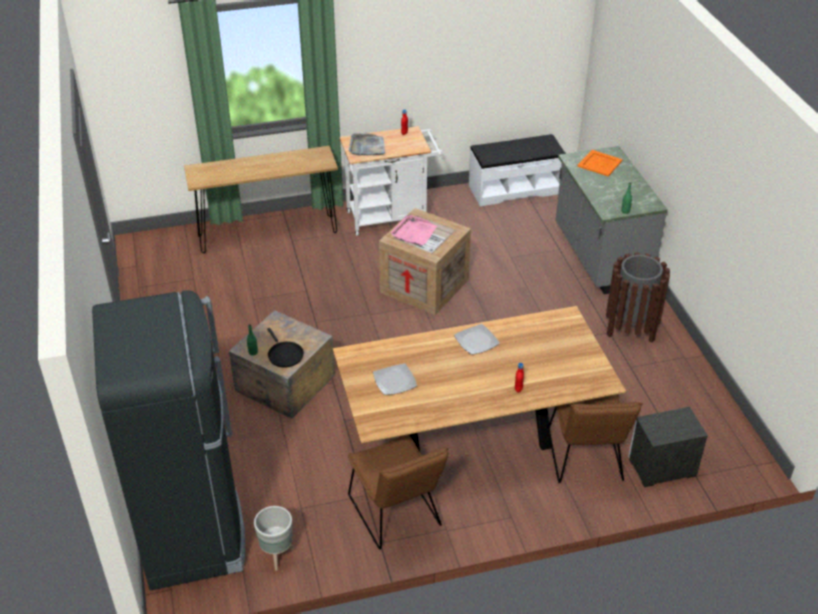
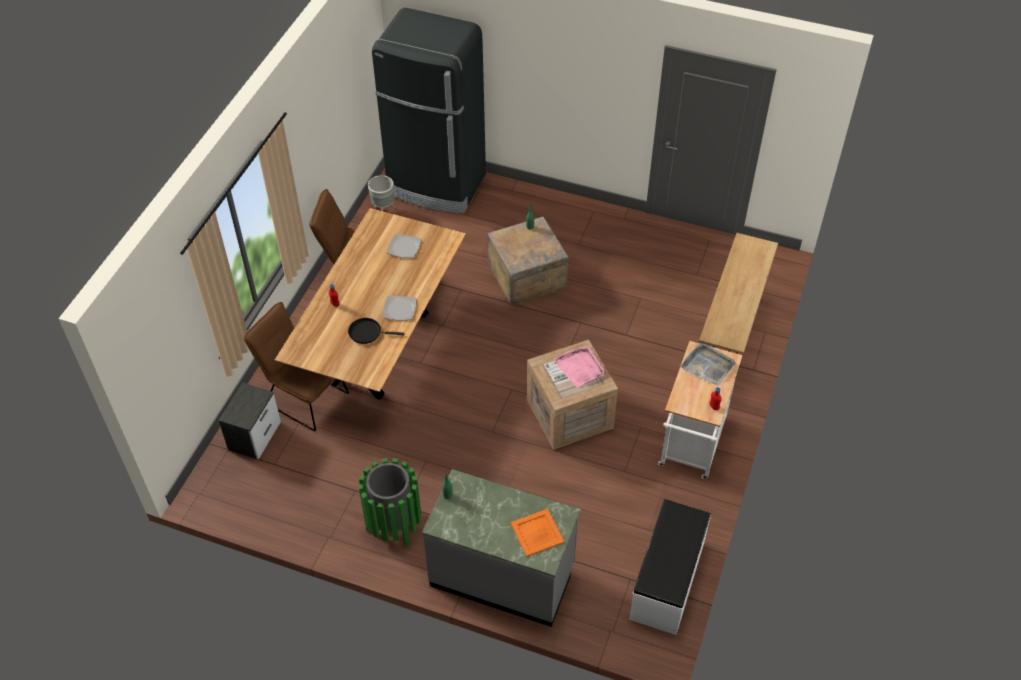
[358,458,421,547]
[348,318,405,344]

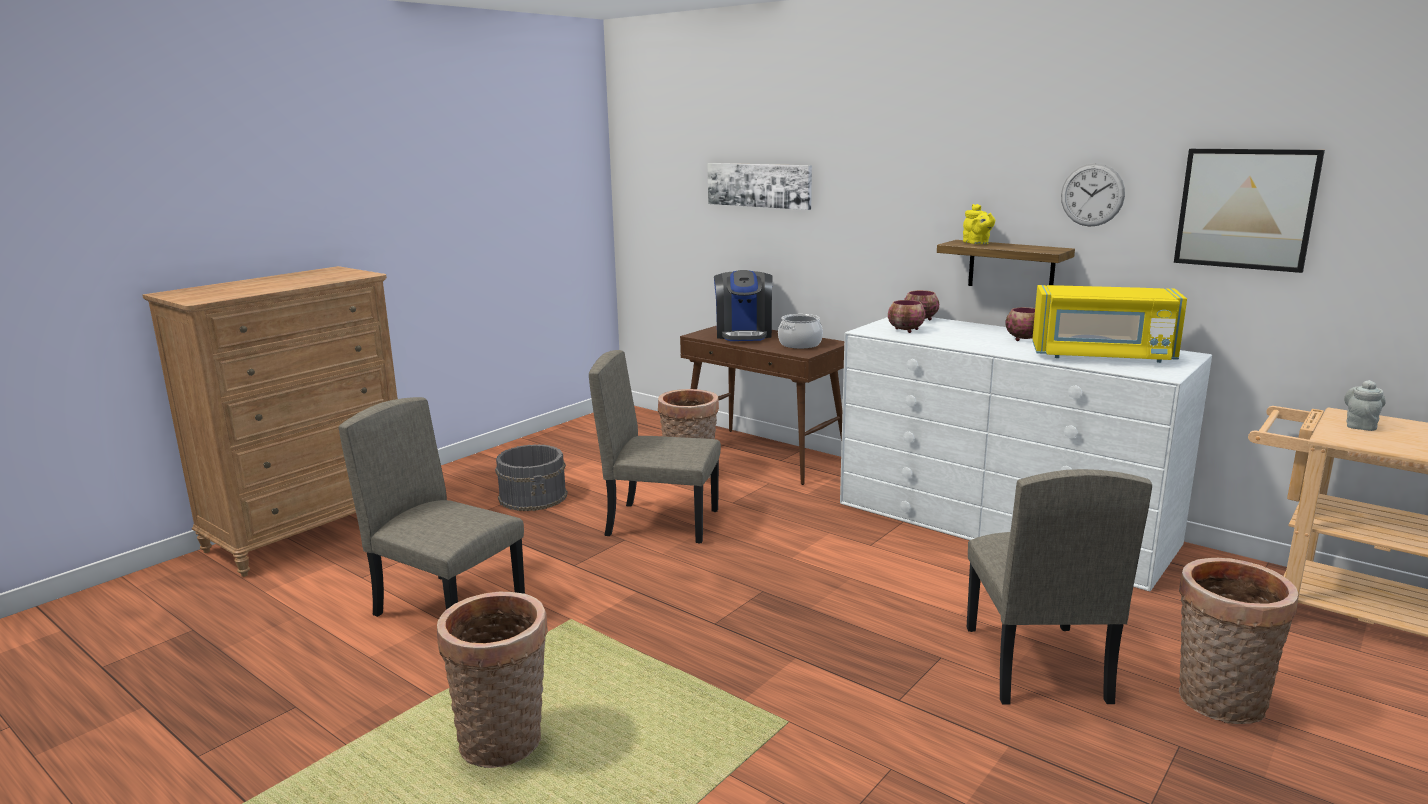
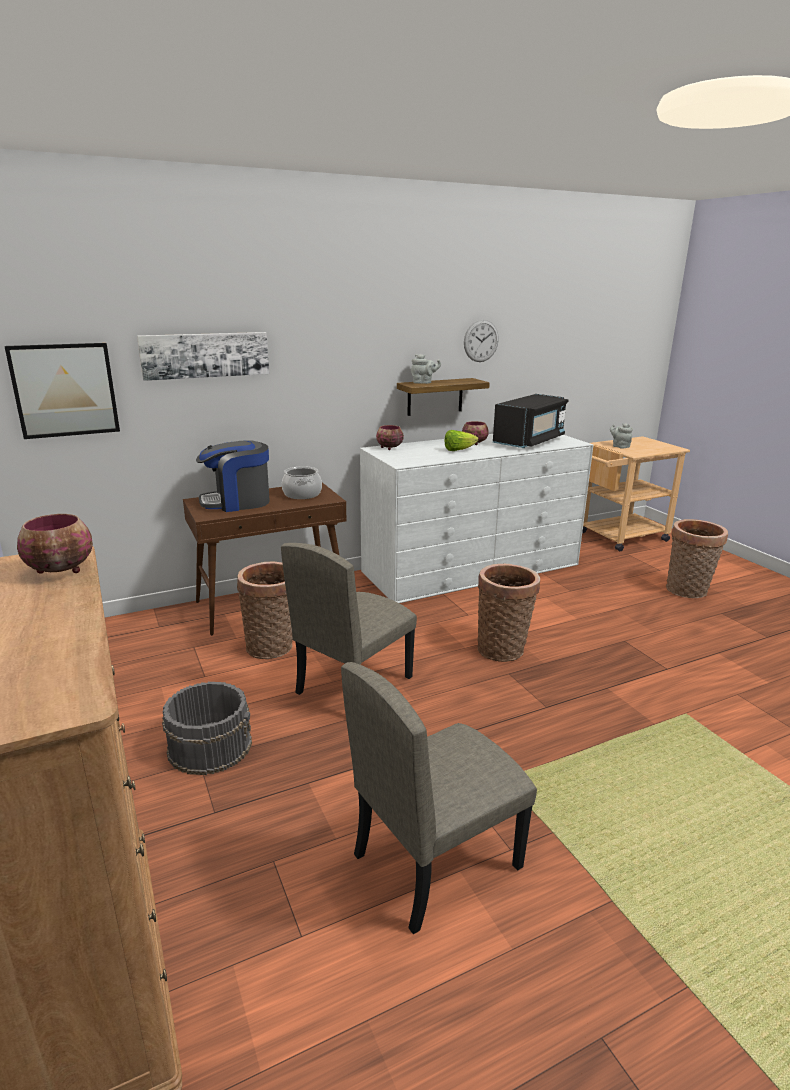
[4,343,120,439]
[411,354,441,384]
[196,440,270,512]
[493,394,569,448]
[17,514,93,574]
[967,469,1152,705] (first image)
[477,564,540,662]
[445,430,479,451]

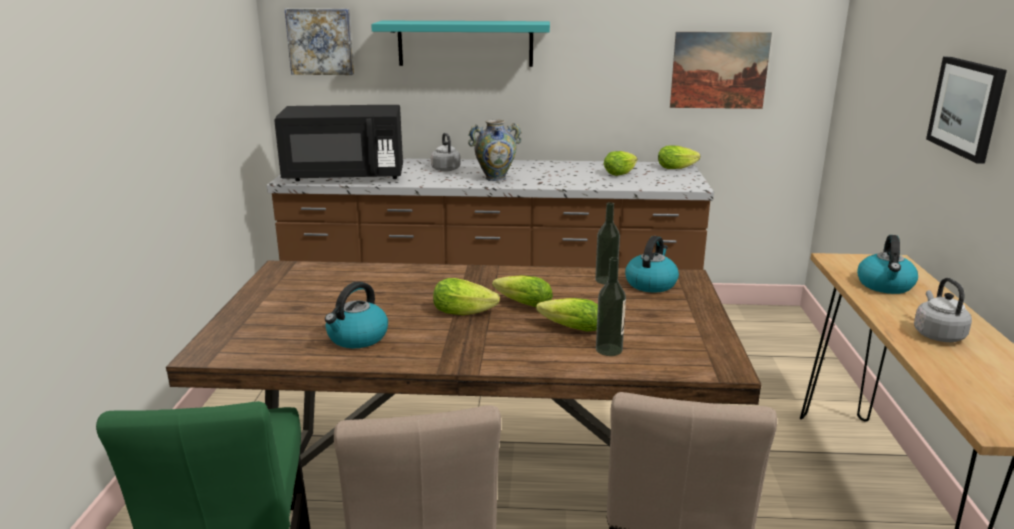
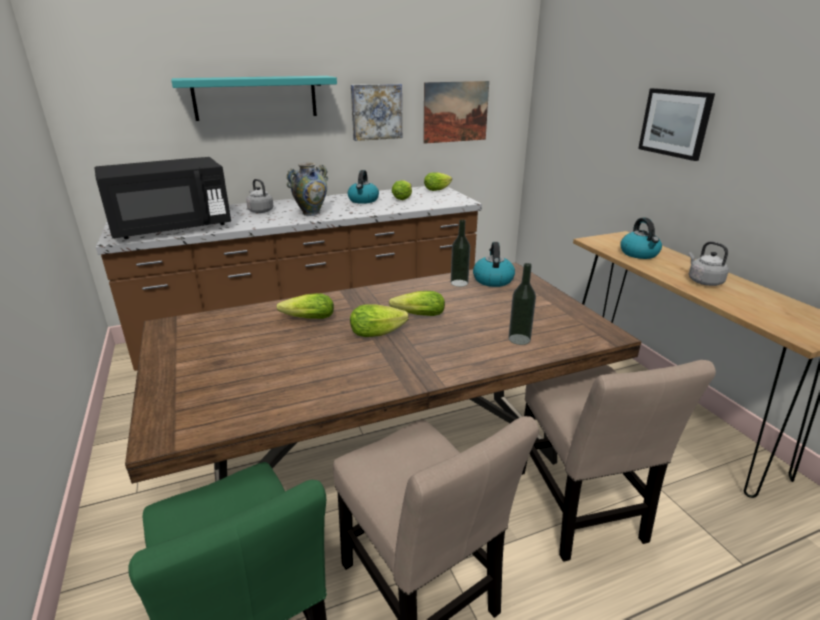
[351,84,402,141]
[348,170,379,204]
[277,293,334,319]

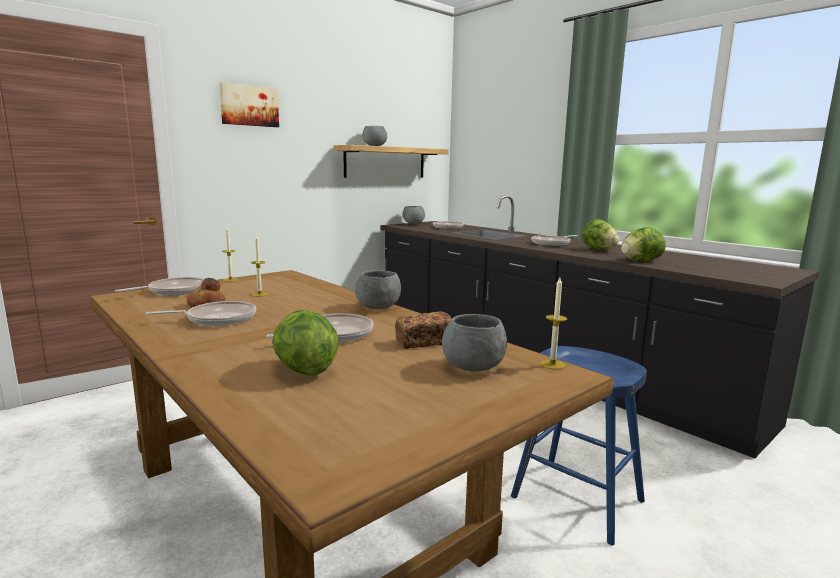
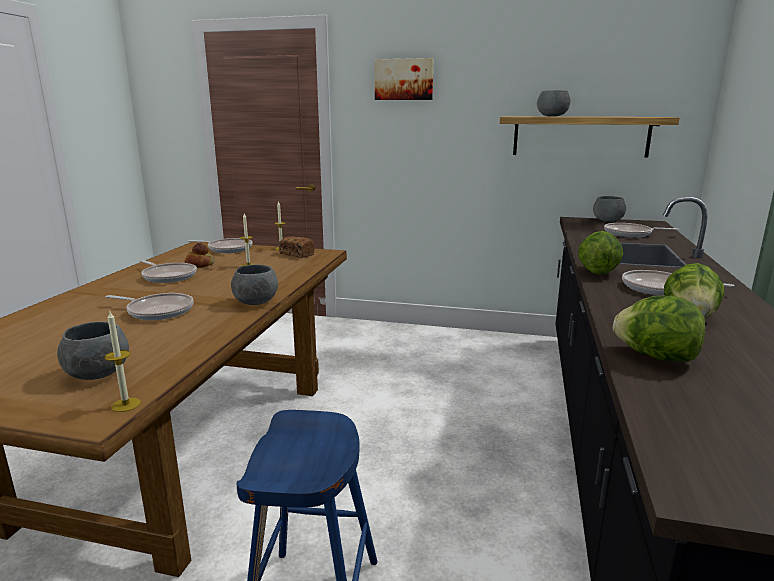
[578,231,623,275]
[279,236,314,258]

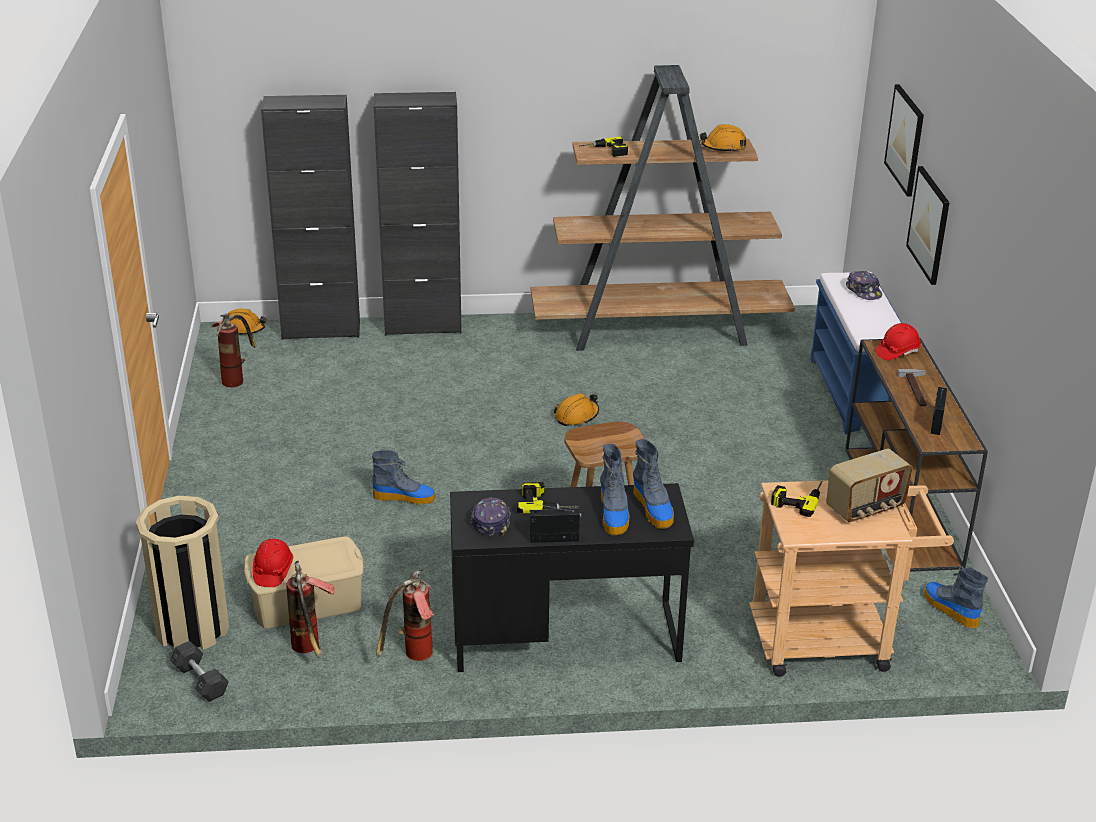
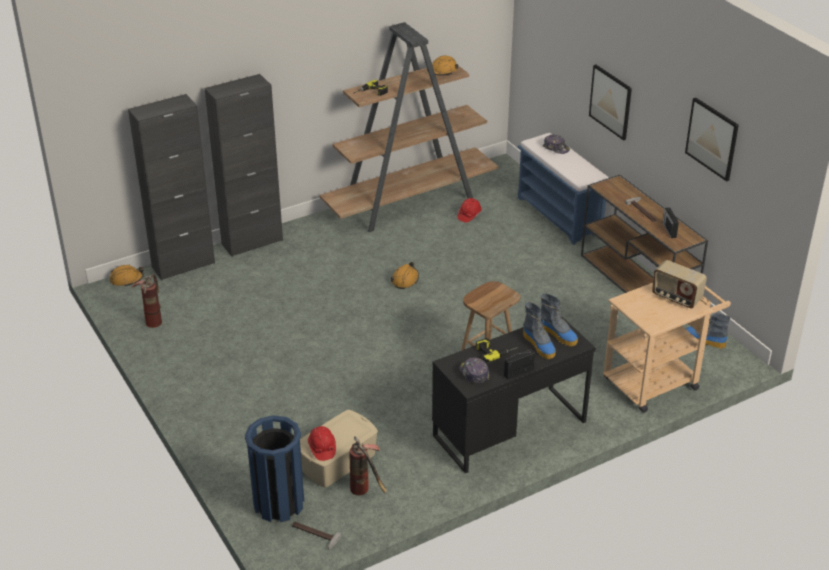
[685,97,739,182]
[457,198,482,223]
[652,260,707,308]
[372,450,435,505] (first image)
[771,481,823,517] (first image)
[245,415,304,522]
[376,570,434,661] (first image)
[292,522,342,550]

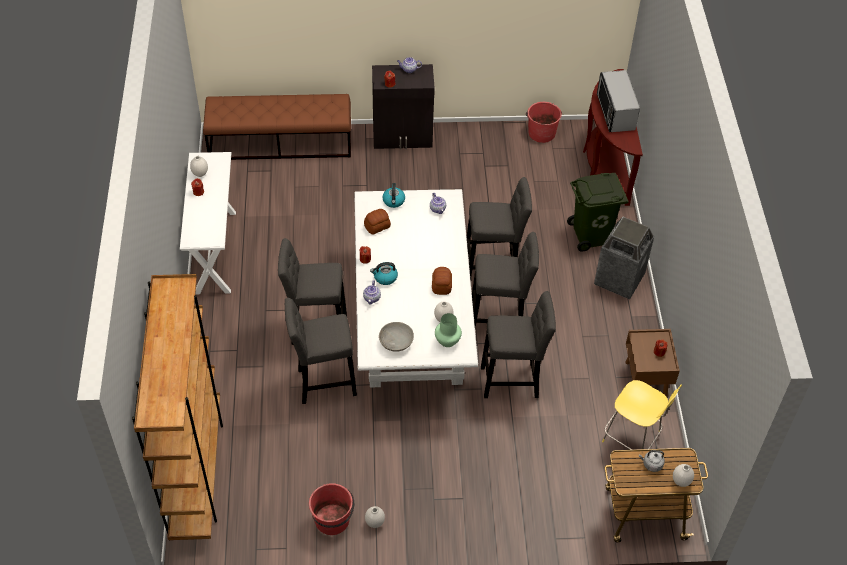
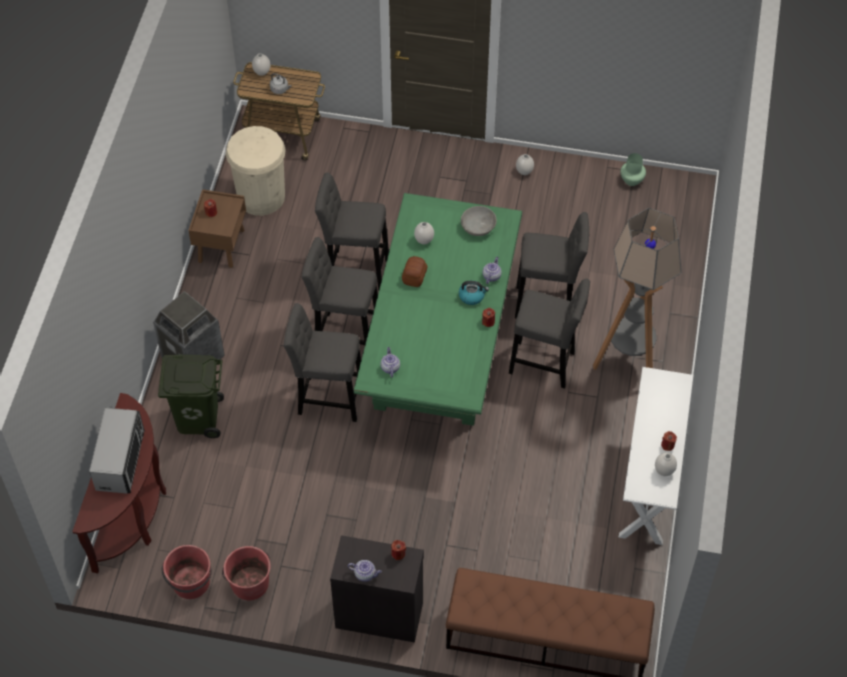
[382,183,405,208] (first image)
[354,193,522,426]
[364,209,391,234] (first image)
[132,274,223,540] (first image)
[621,153,646,186]
[226,126,286,216]
[222,546,271,600]
[593,208,682,370]

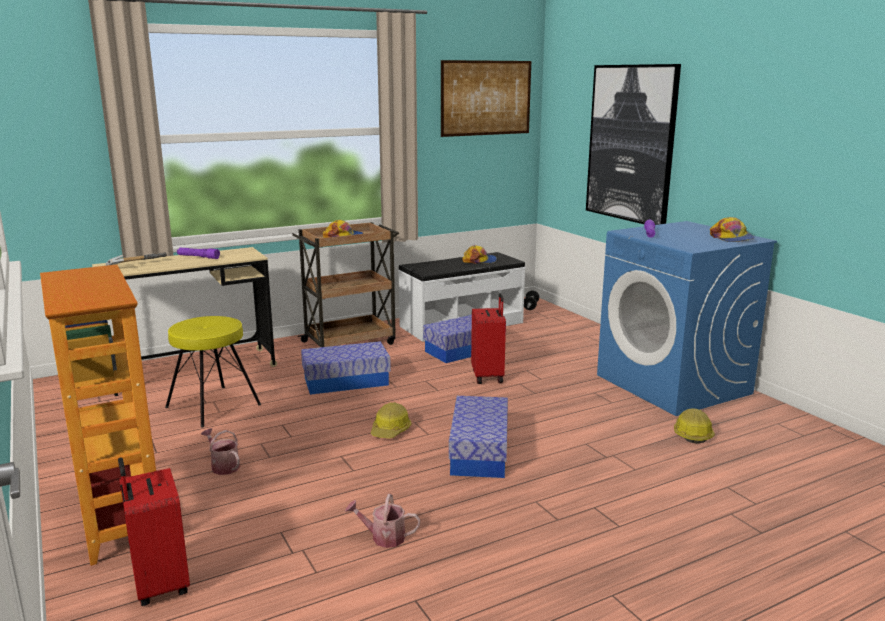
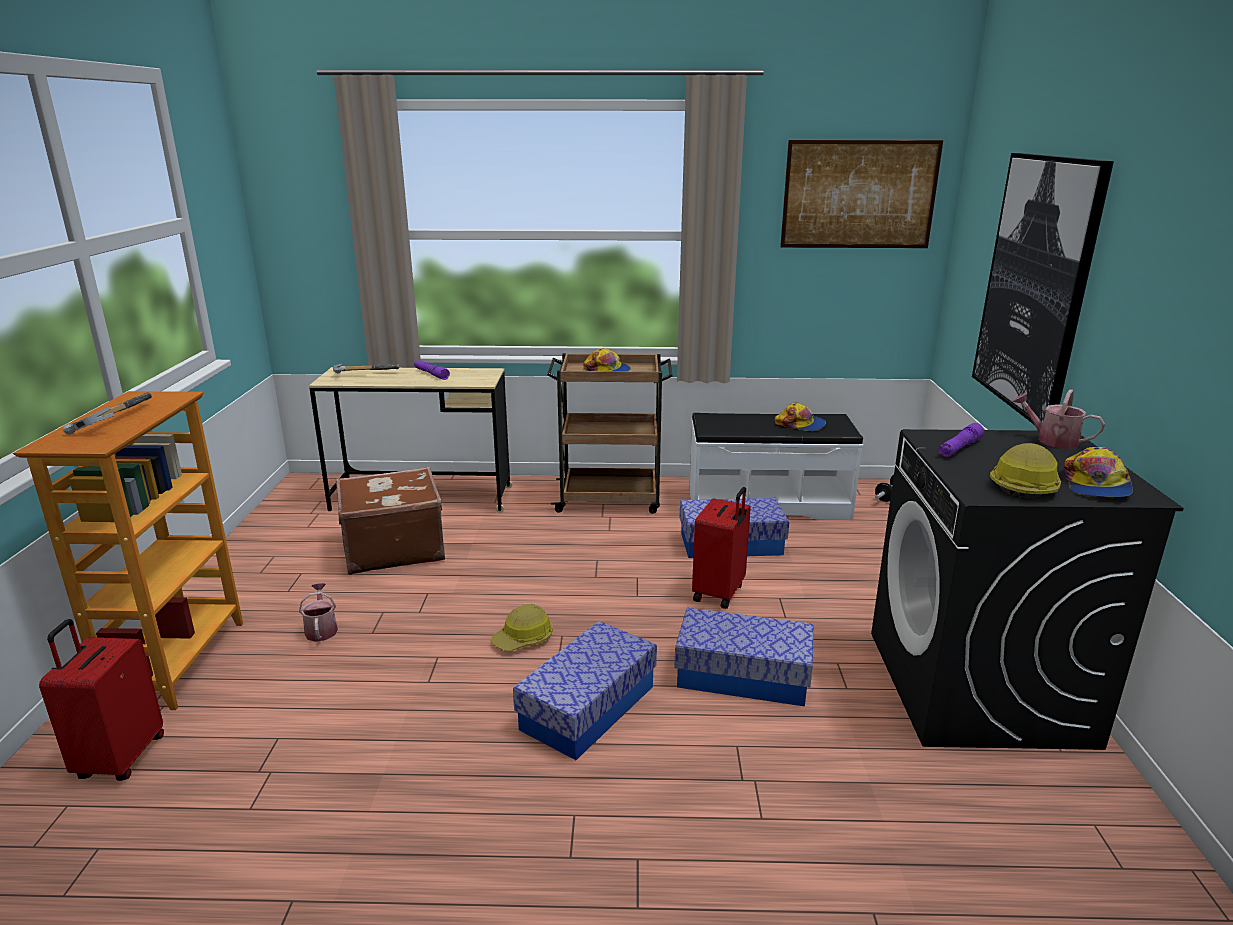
[871,429,1184,750]
[336,467,445,575]
[674,608,814,707]
[990,443,1061,499]
[1012,389,1105,449]
[63,392,152,435]

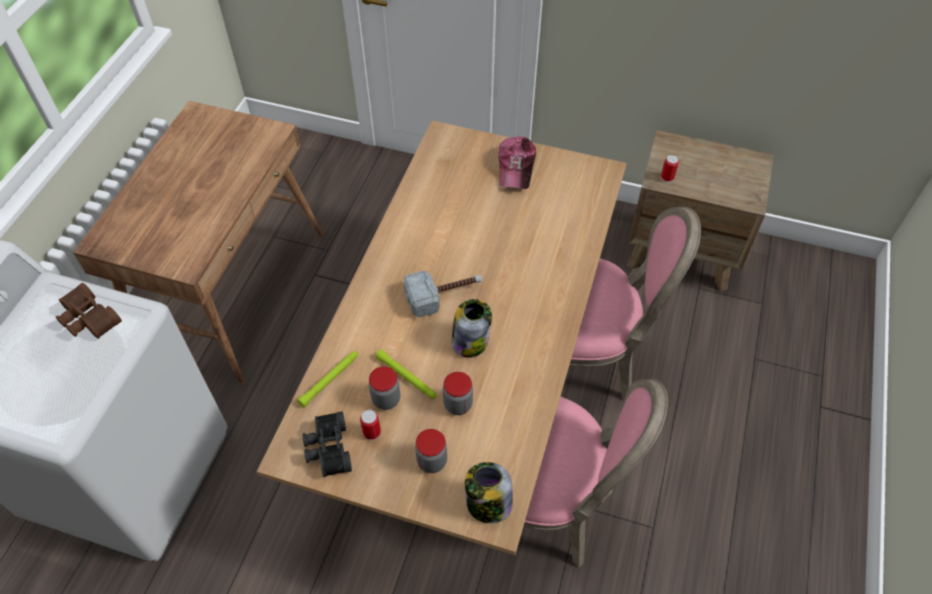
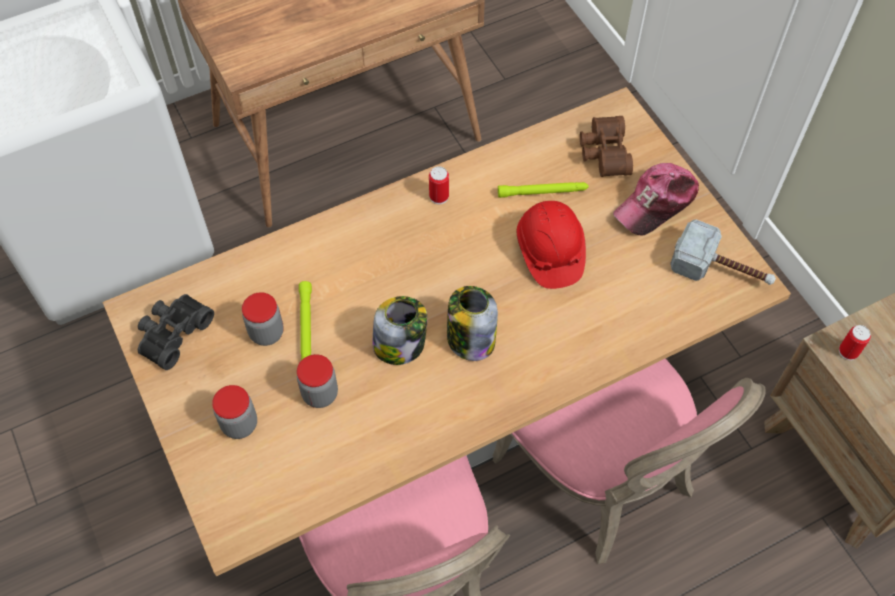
[670,219,776,285]
[580,116,633,177]
[498,182,589,198]
[429,166,449,204]
[447,286,498,361]
[517,201,586,289]

